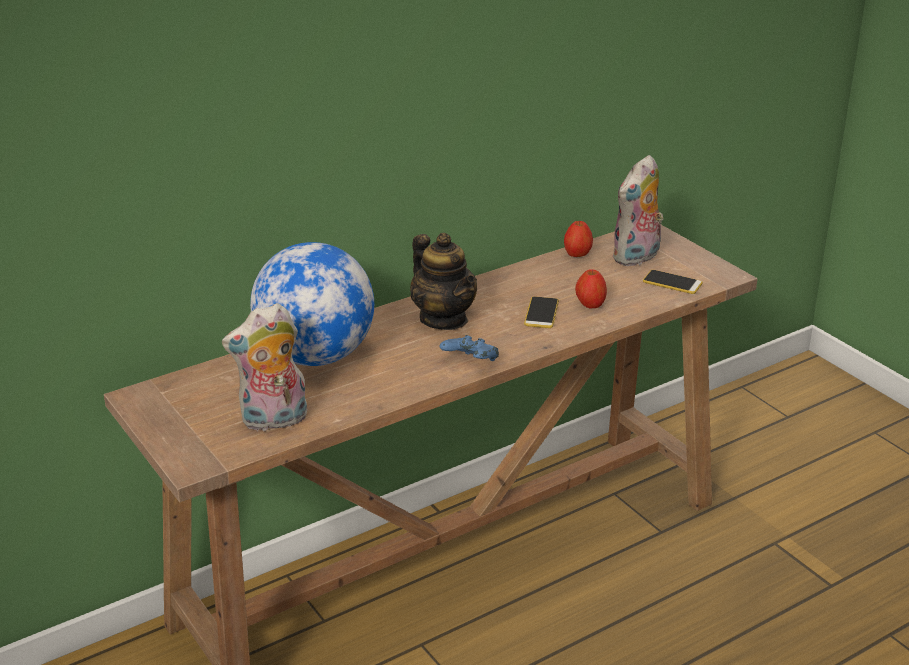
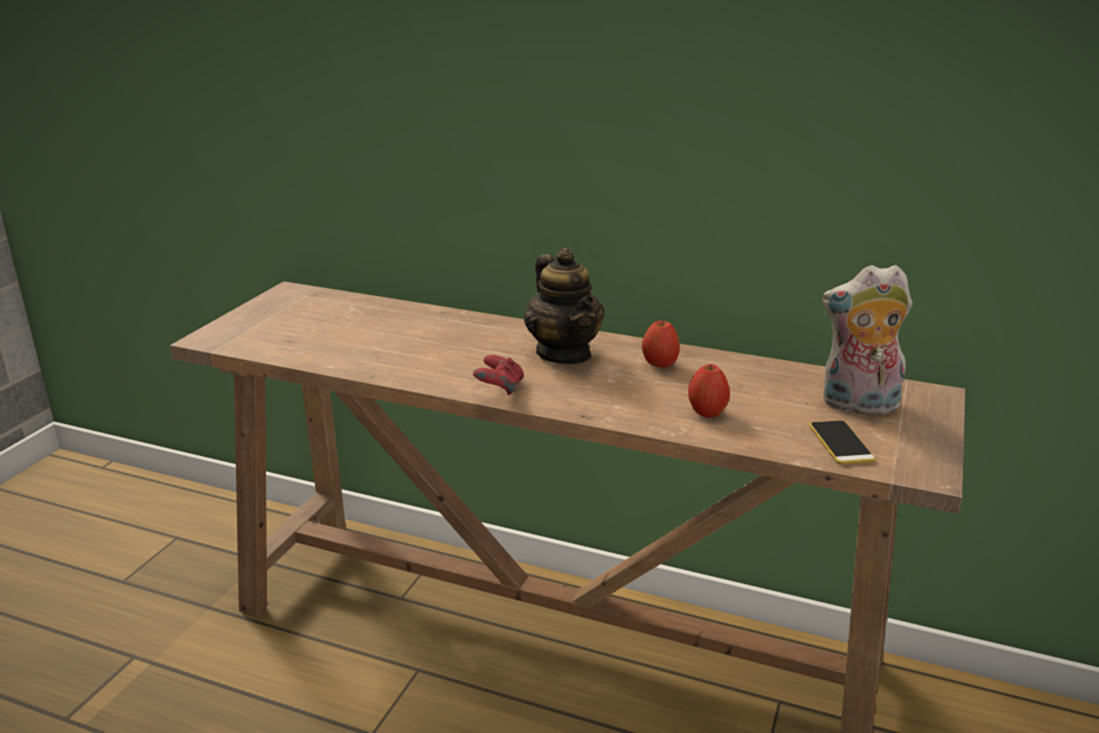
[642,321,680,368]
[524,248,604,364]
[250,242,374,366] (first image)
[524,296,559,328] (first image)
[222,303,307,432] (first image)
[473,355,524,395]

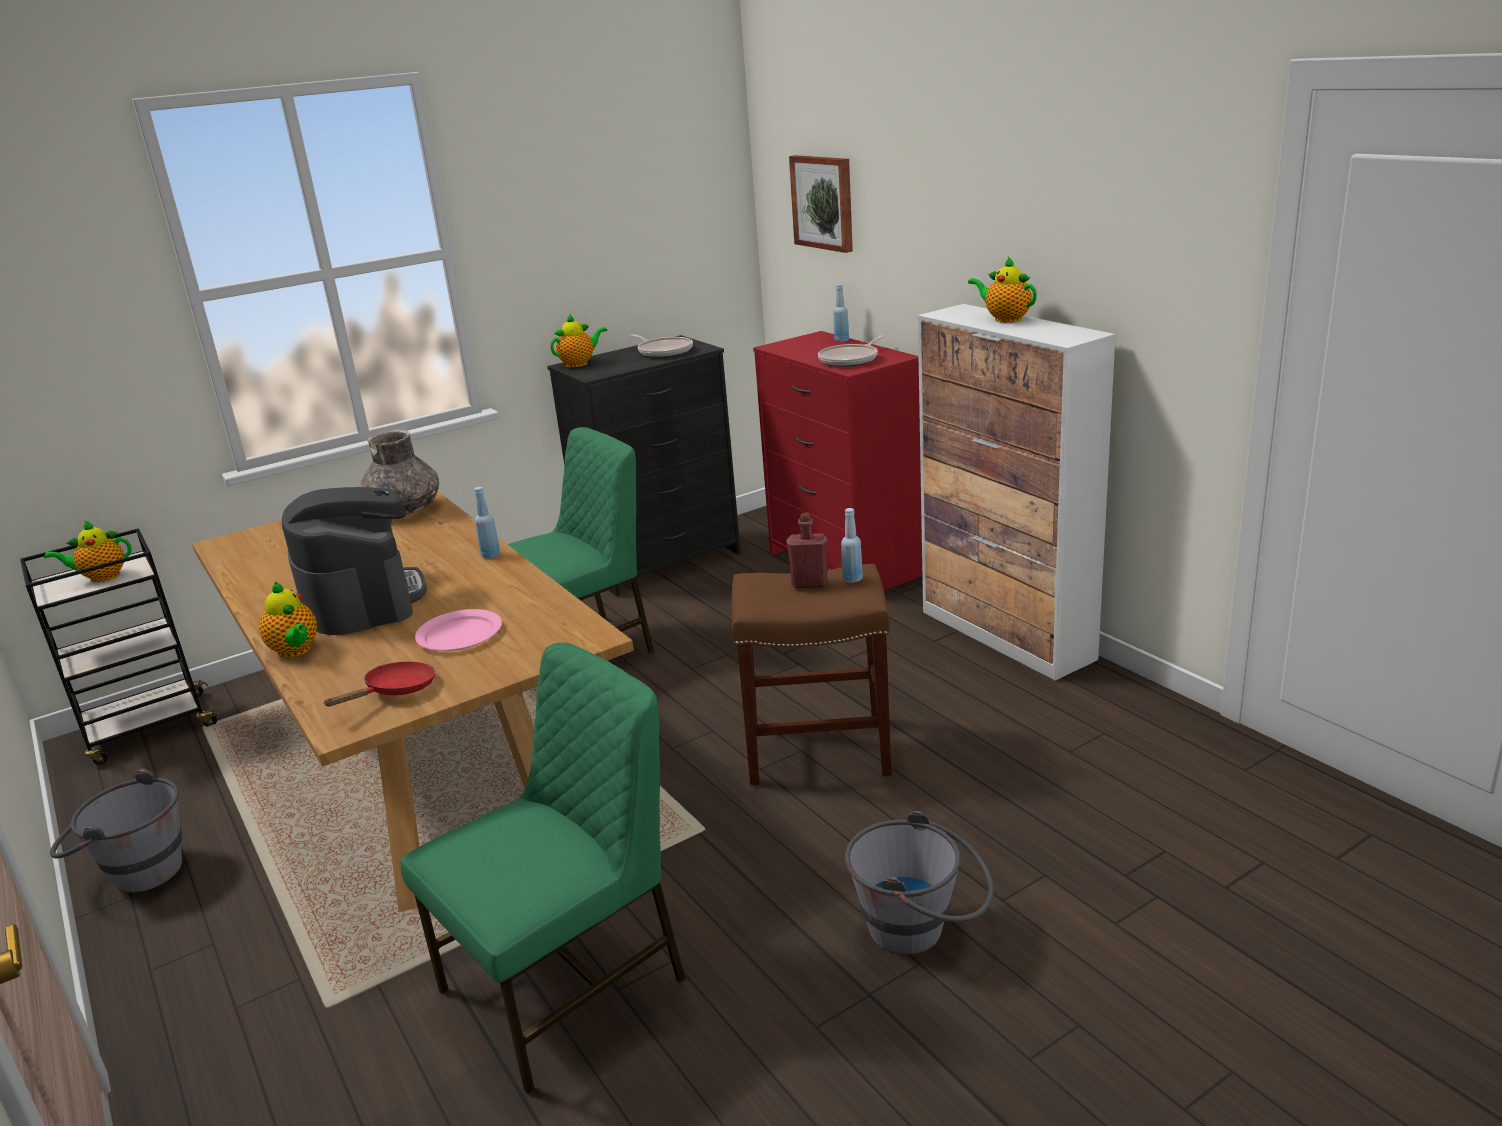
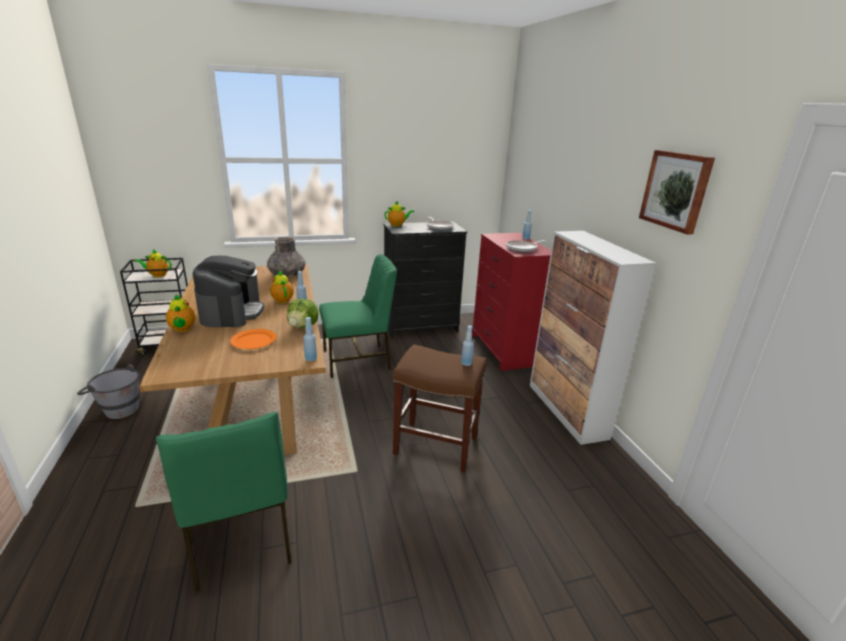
[639,150,715,235]
[270,270,294,303]
[786,513,827,588] (first image)
[230,329,276,349]
[156,412,292,593]
[323,662,435,707] (first image)
[845,811,994,955] (first image)
[287,299,319,328]
[303,317,317,361]

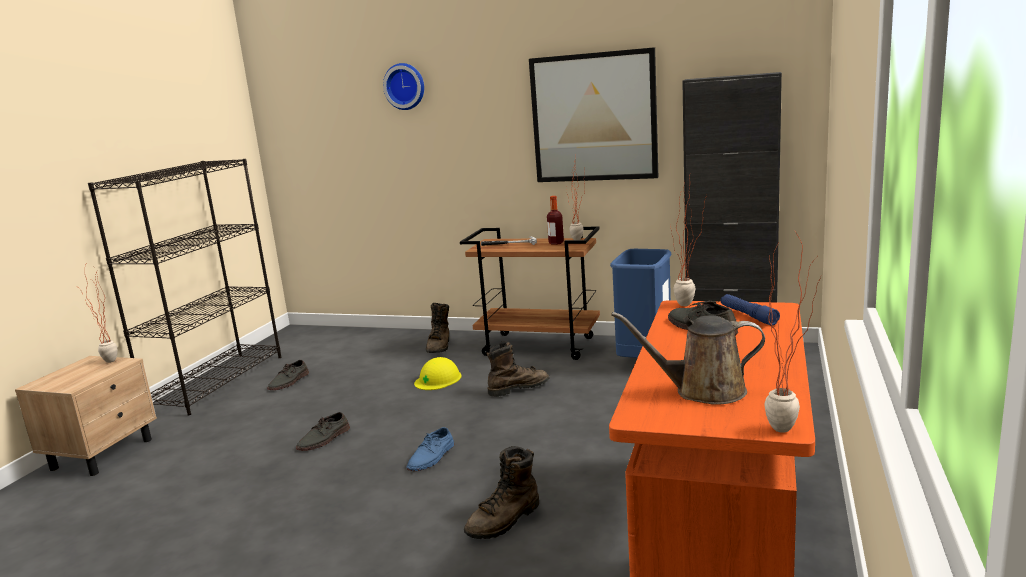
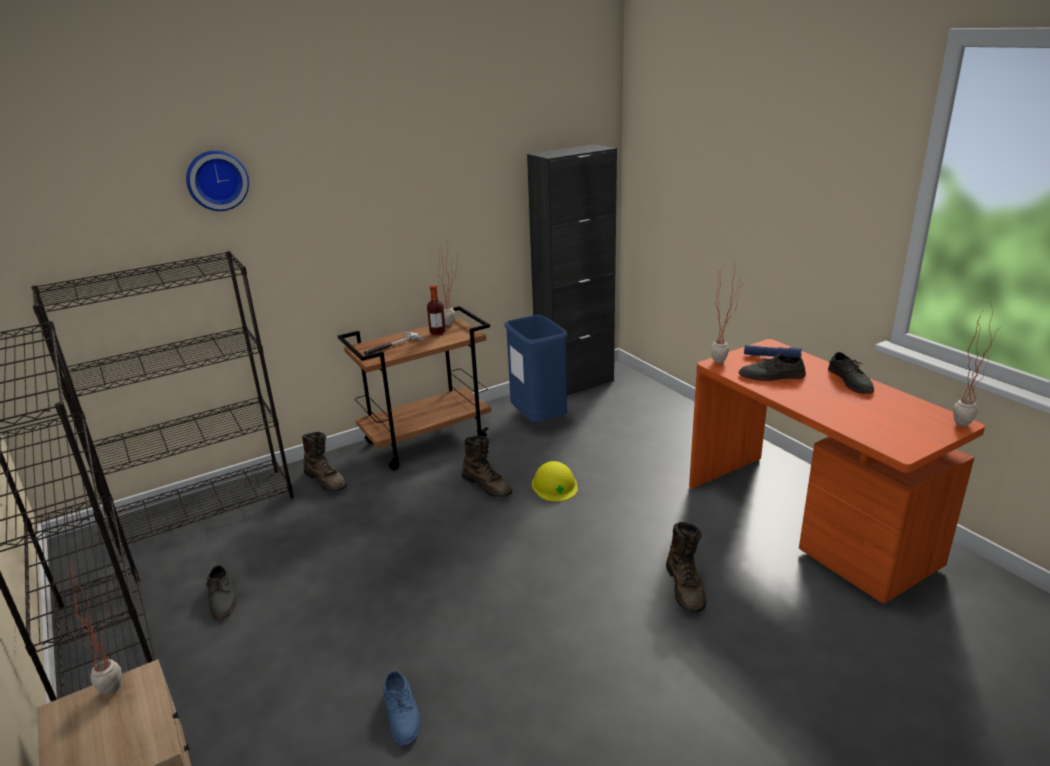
[529,47,658,182] (first image)
[611,312,765,405] (first image)
[462,435,512,497]
[532,461,578,502]
[828,352,874,394]
[383,671,420,747]
[31,251,294,555]

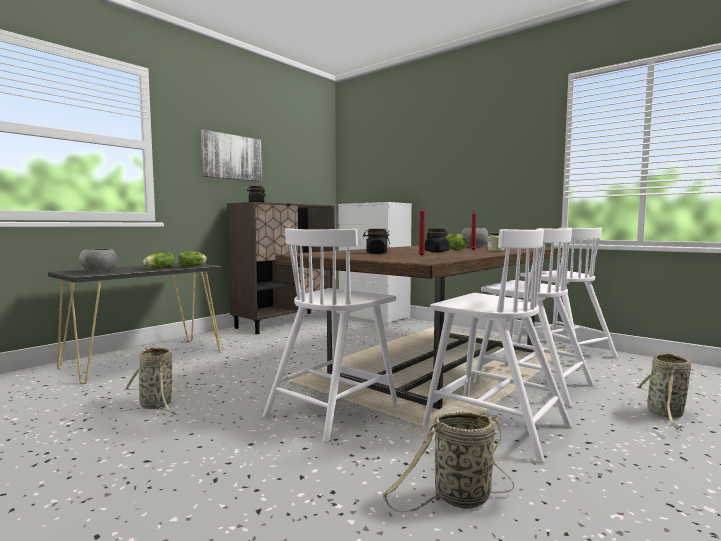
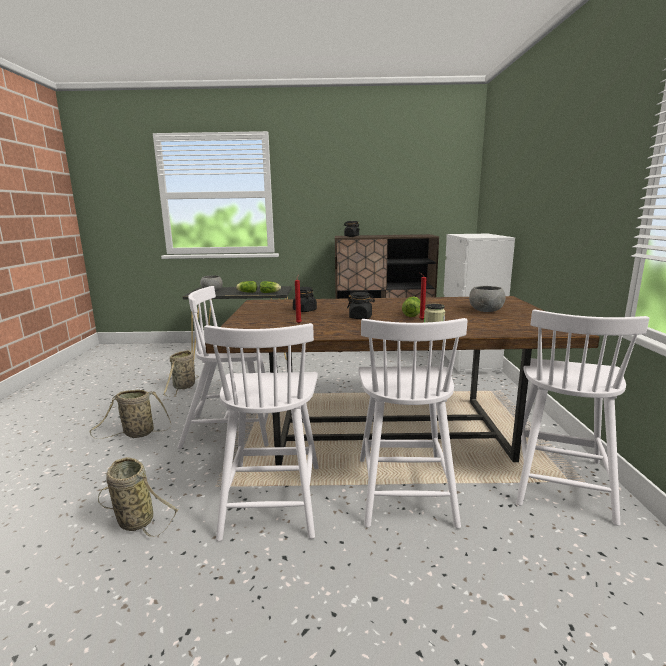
[201,130,262,182] (first image)
[90,390,171,439]

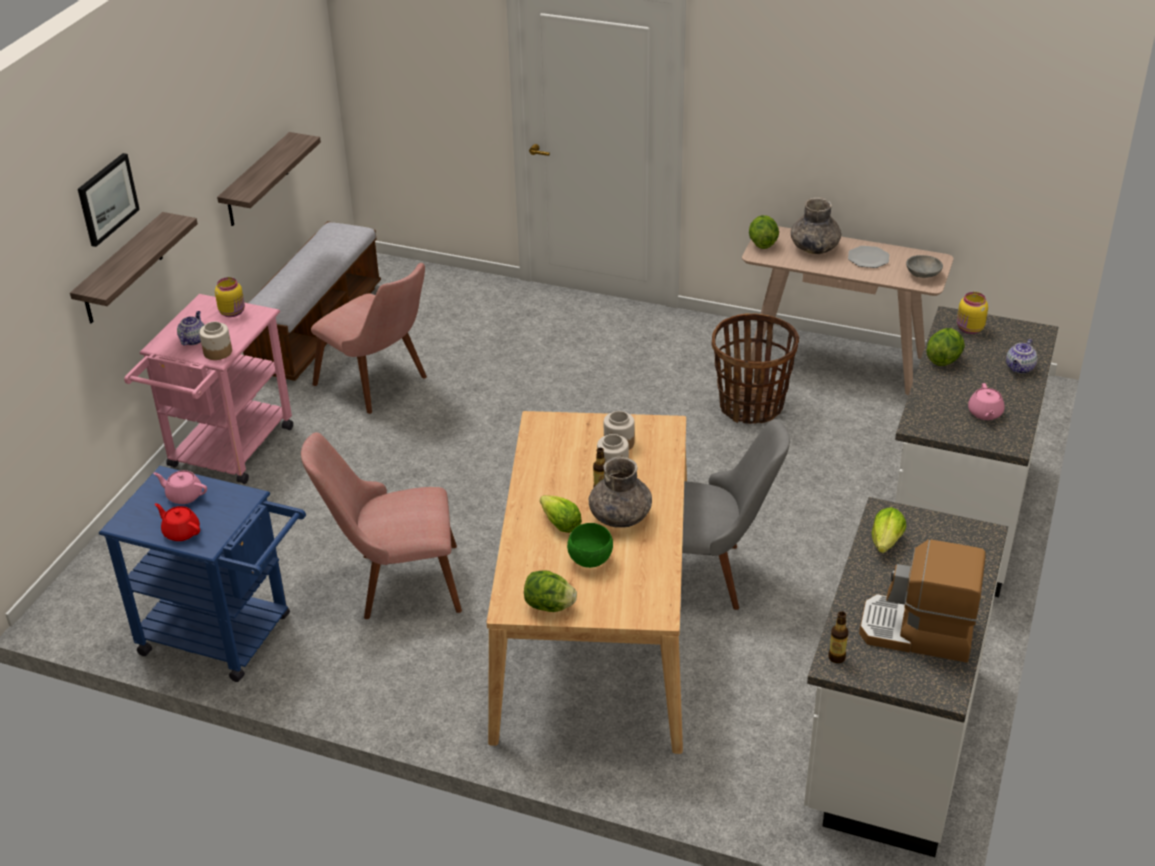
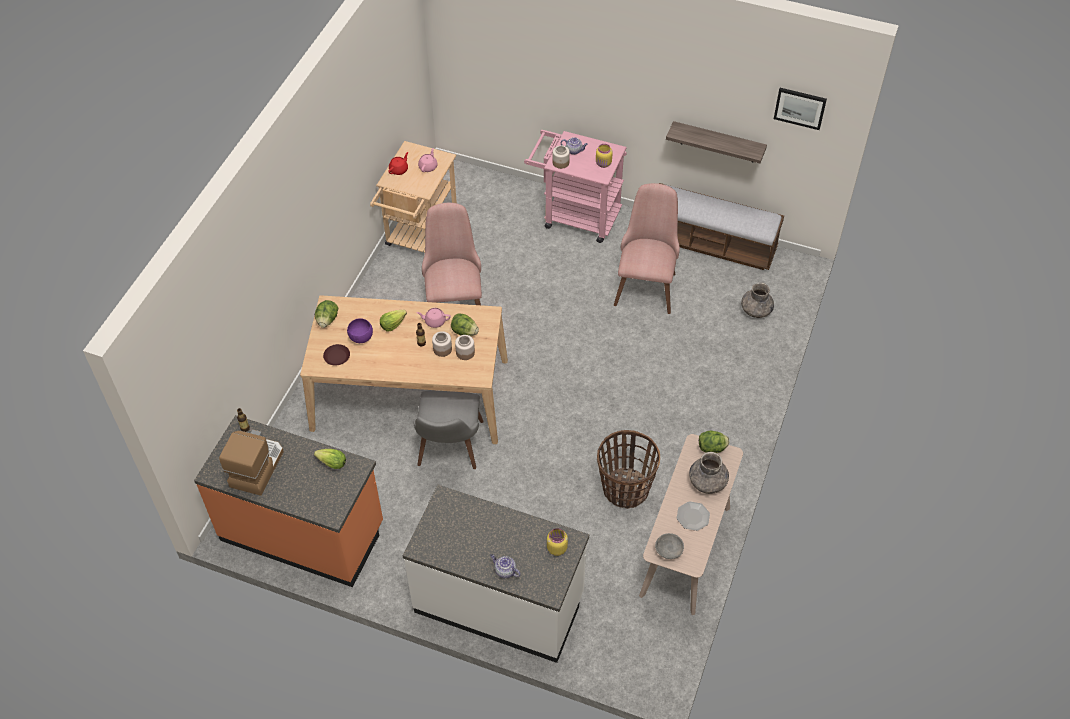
[774,88,827,130]
[70,212,198,323] (first image)
[614,183,680,314]
[451,313,479,336]
[417,308,451,328]
[741,282,774,318]
[370,141,457,253]
[194,415,383,587]
[347,318,373,343]
[323,344,350,366]

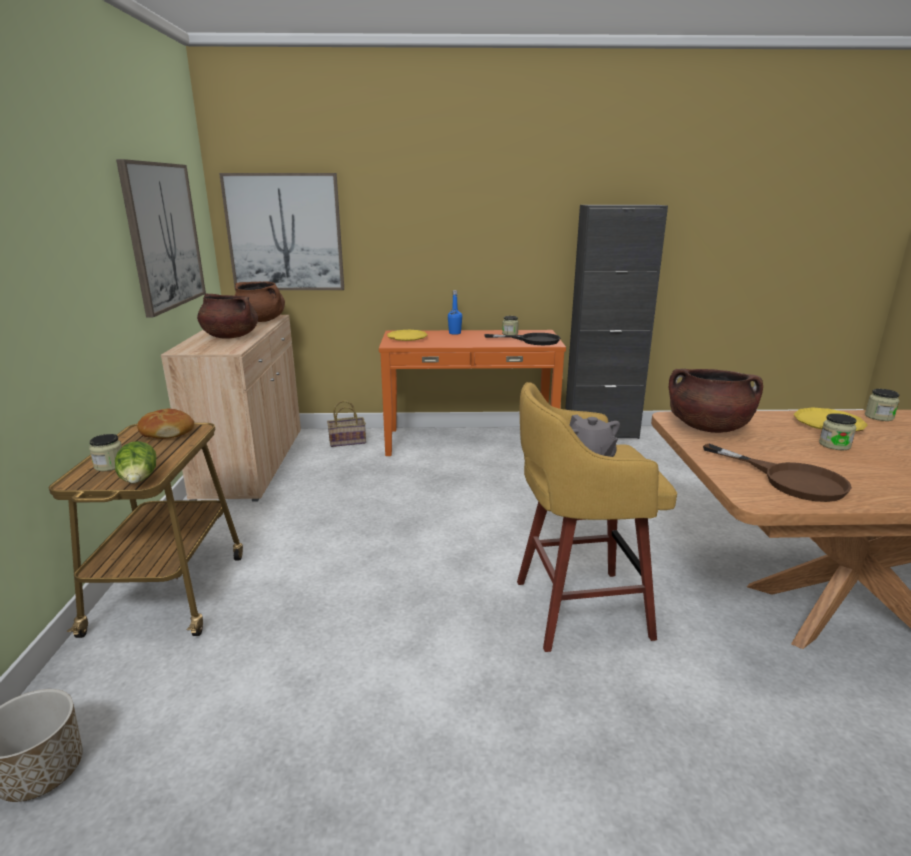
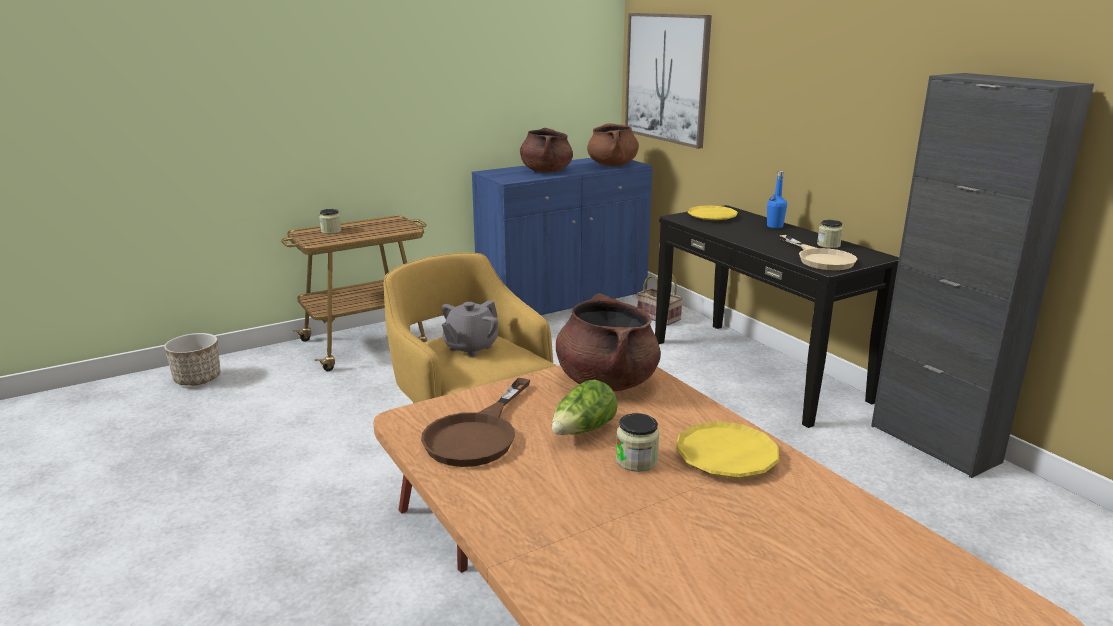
[116,159,206,317] (first image)
[472,158,653,315]
[655,205,899,428]
[779,235,857,270]
[865,389,899,421] (first image)
[137,409,194,439] (first image)
[552,380,617,435]

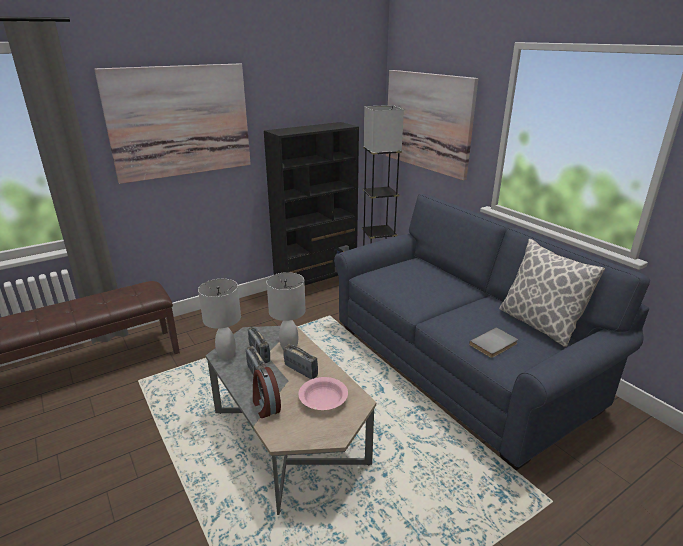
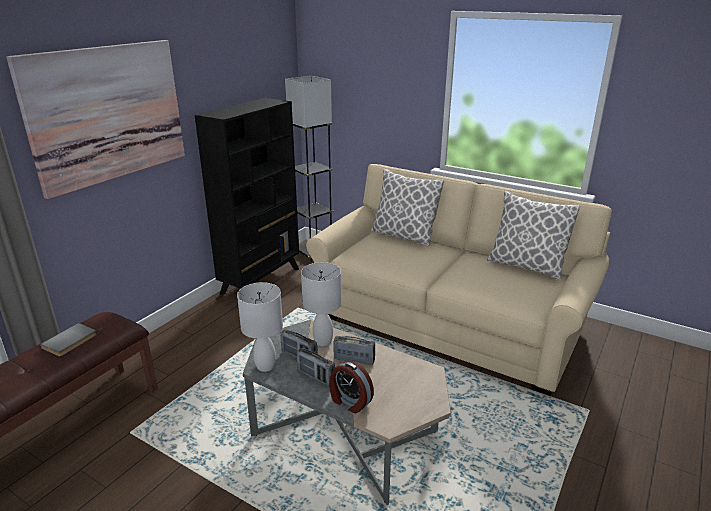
[386,70,478,180] (first image)
[306,164,612,396]
[40,323,97,356]
[299,377,348,410] (first image)
[371,169,444,246]

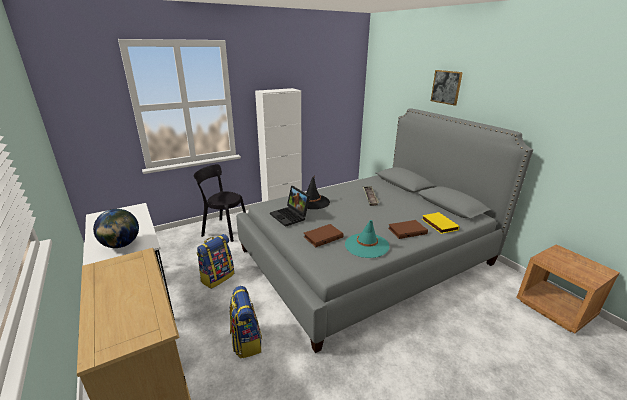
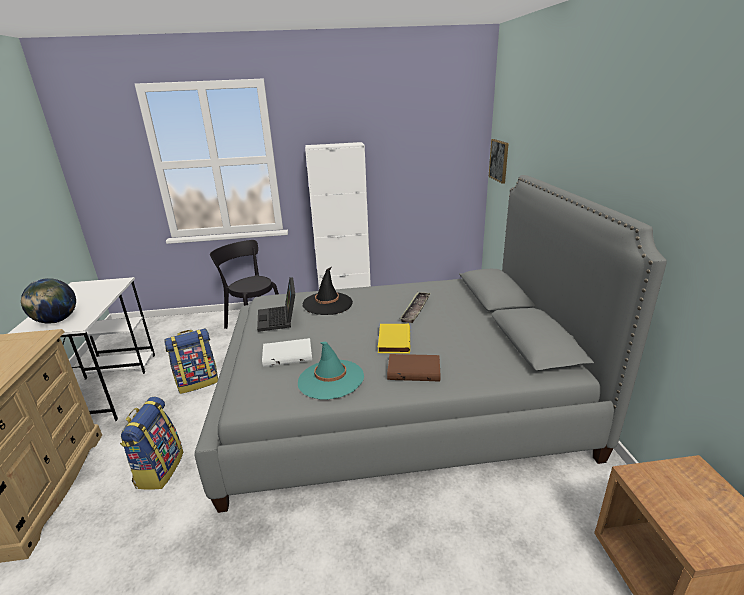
[489,139,509,184]
[378,323,410,354]
[262,338,312,367]

